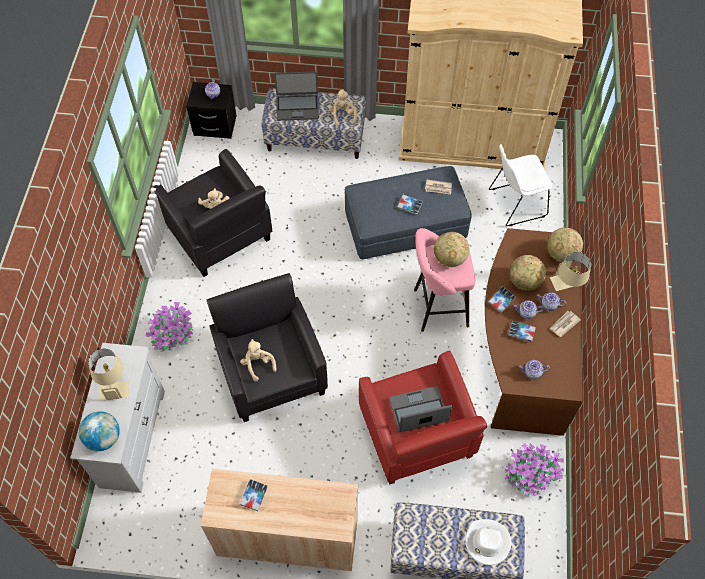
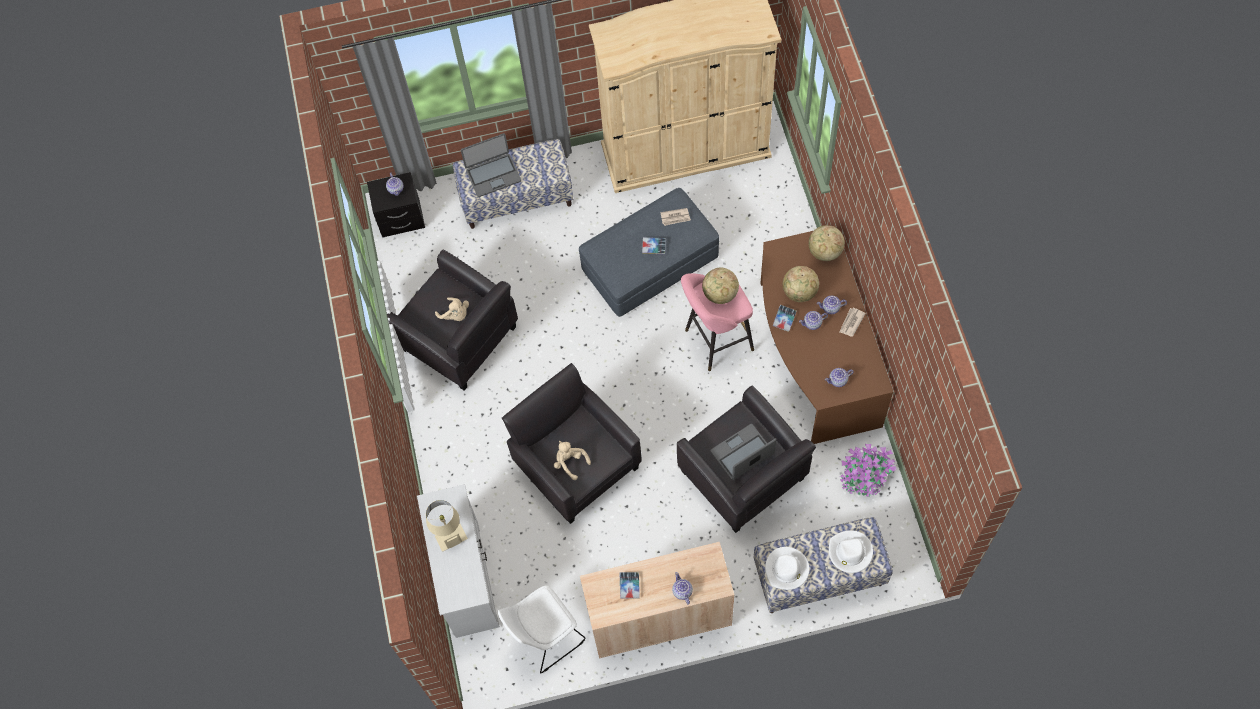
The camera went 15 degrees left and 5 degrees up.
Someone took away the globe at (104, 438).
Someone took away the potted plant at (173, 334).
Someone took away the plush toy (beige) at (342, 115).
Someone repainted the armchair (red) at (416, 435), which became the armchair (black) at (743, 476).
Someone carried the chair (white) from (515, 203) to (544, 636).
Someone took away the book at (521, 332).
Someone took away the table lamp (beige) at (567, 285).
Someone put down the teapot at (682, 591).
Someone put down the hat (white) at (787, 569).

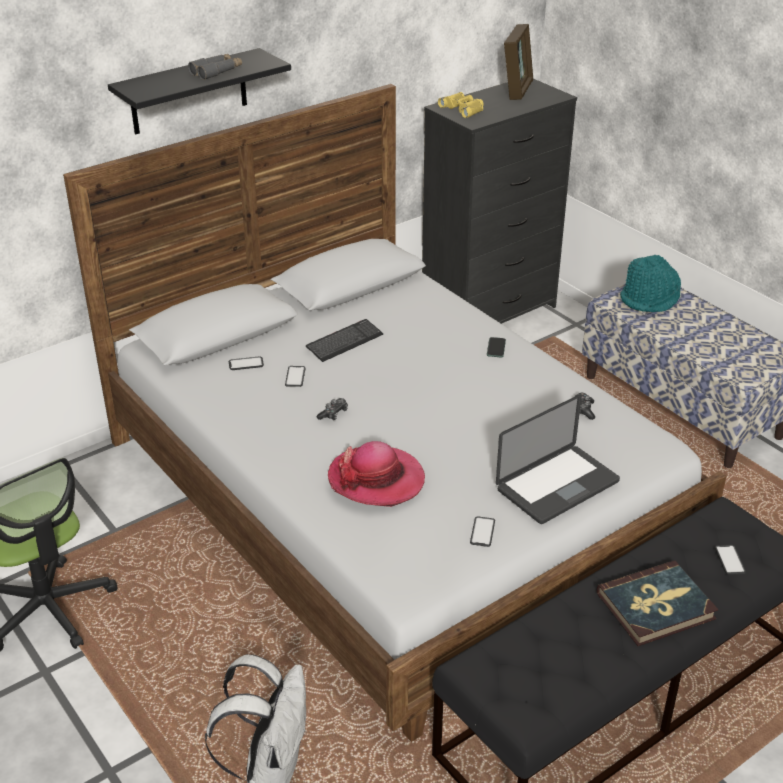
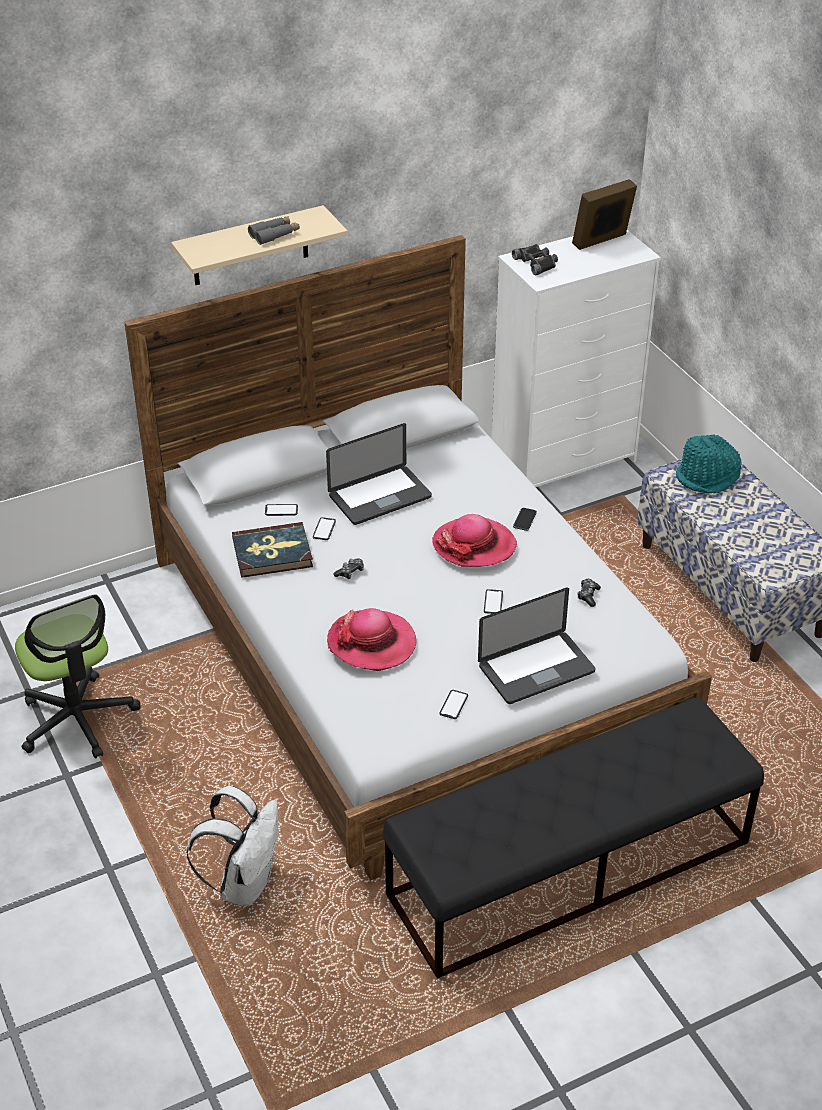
The camera went 10 degrees right and 5 degrees up.
Someone repainted the shelf (black) at (189, 92), which became the shelf (beige) at (250, 246).
Someone swapped the keyboard at (344, 342) for the laptop at (380, 497).
Someone repainted the dresser (black) at (490, 312), which became the dresser (white) at (564, 460).
Someone repainted the binoculars (yellow) at (463, 109), which became the binoculars (black) at (536, 263).
Someone rotated the picture frame at (517, 89) by 150 degrees counterclockwise.
Someone carried the book from (656, 606) to (272, 553).
Someone carried the phone from (729, 560) to (493, 602).
Someone put down the hat at (474, 545).

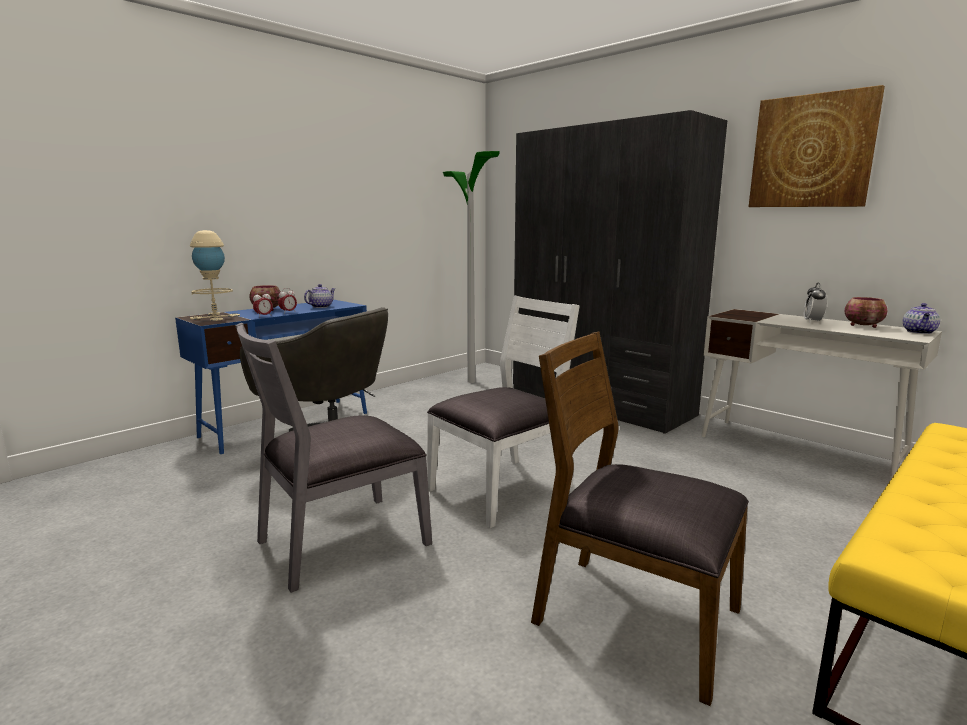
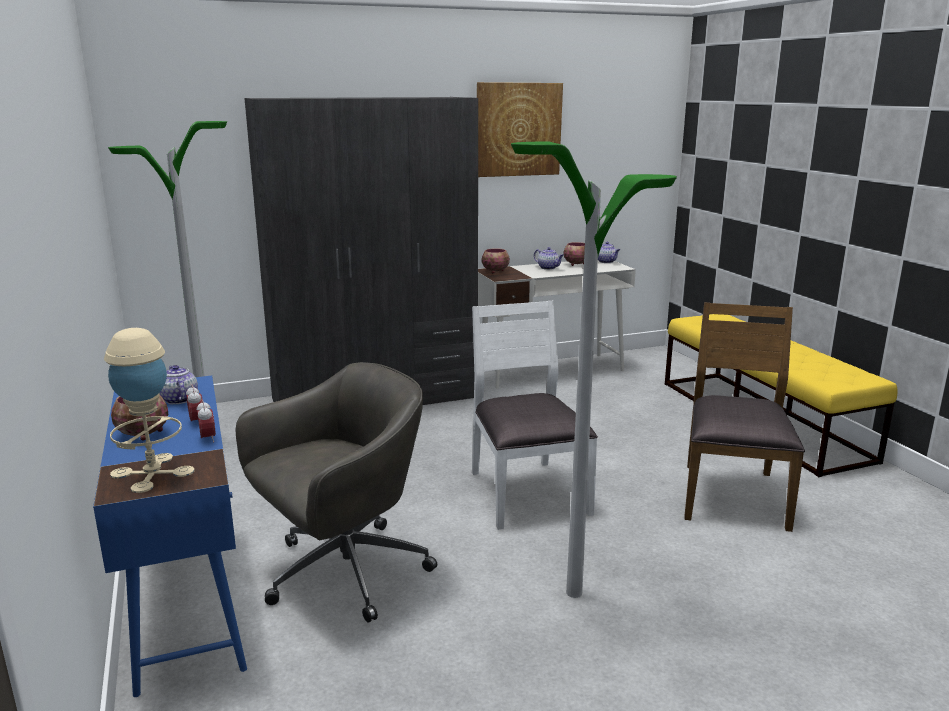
The camera went 65 degrees left and 5 degrees up.
Someone swapped the chair (grey) at (341, 541) for the floor lamp at (574, 593).
Someone rotated the chair (brown) at (634, 617) by 135 degrees clockwise.
Someone swapped the alarm clock at (813, 321) for the teapot at (548, 268).
Someone put down the bowl at (496, 271).

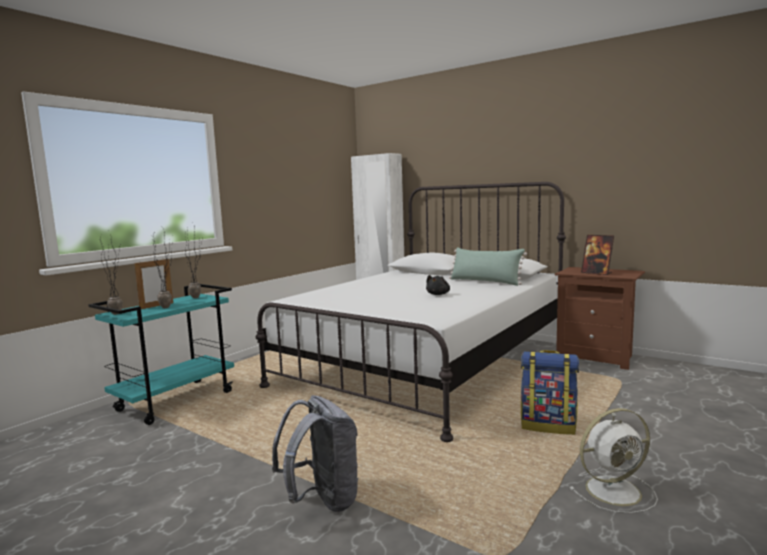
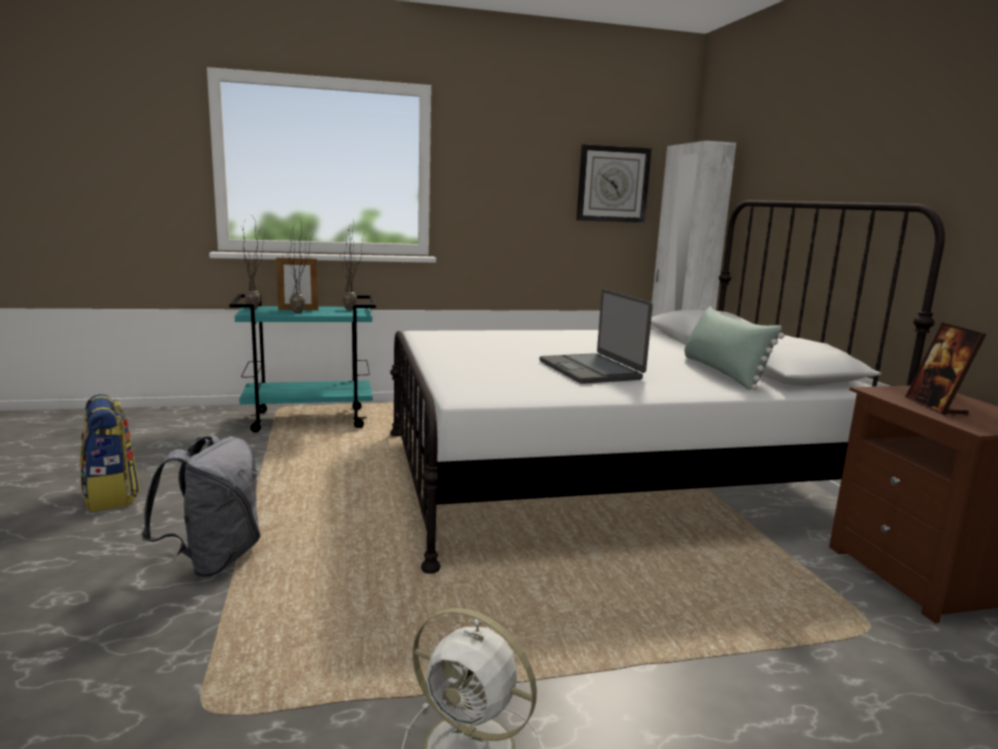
The camera went 40 degrees right and 5 degrees up.
Someone swapped the plush toy (black) at (438, 294) for the laptop at (591, 370).
Someone carried the backpack from (548, 426) to (111, 496).
Someone put up the wall clock at (613, 184).

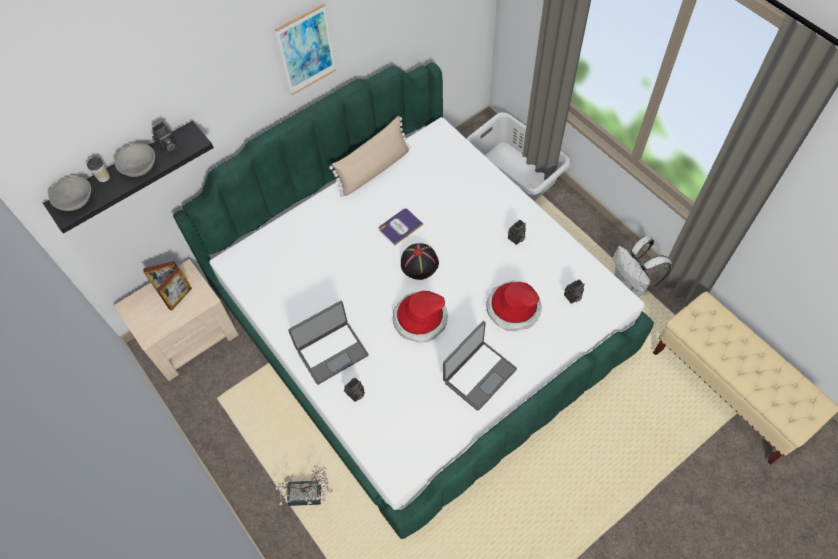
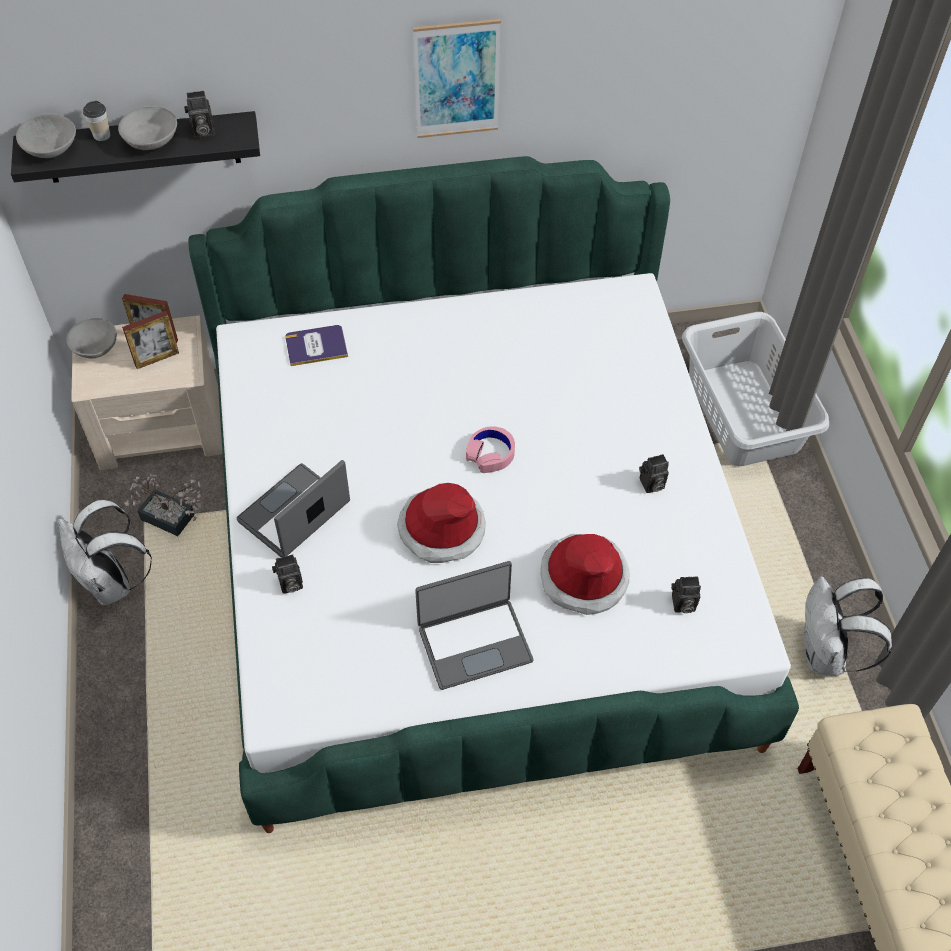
The camera went 25 degrees right and 5 degrees down.
Someone carried the potted plant from (309, 495) to (172, 520).
Someone rotated the laptop at (332, 352) by 135 degrees clockwise.
Someone took away the pillow (beige) at (374, 169).
Someone carried the book from (400, 226) to (316, 346).
Someone swapped the hat (black) at (419, 263) for the headphones (pink) at (490, 454).
Someone put down the backpack (white) at (112, 584).
Someone put down the bowl (grey) at (95, 348).

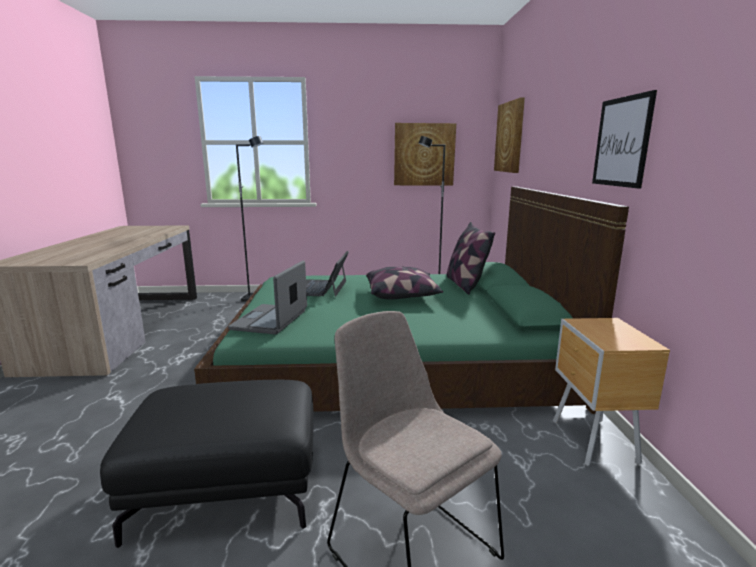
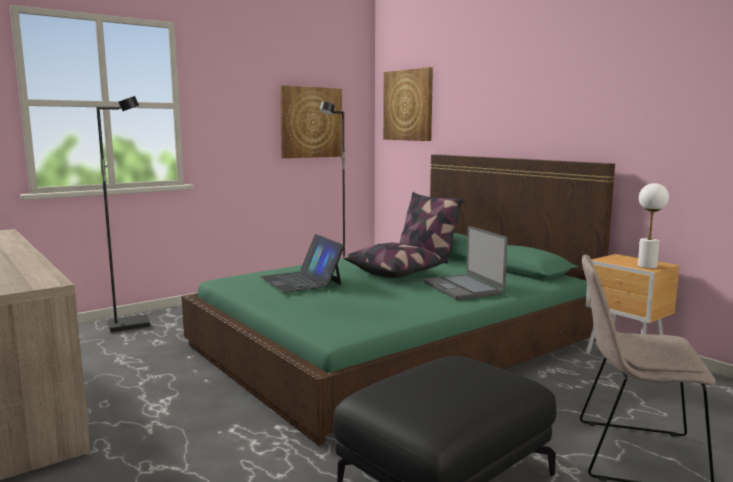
The camera went 35 degrees left and 5 degrees down.
Someone carried the laptop from (271, 320) to (463, 288).
Someone took away the picture at (622, 142).
Someone put down the table lamp (white) at (647, 266).

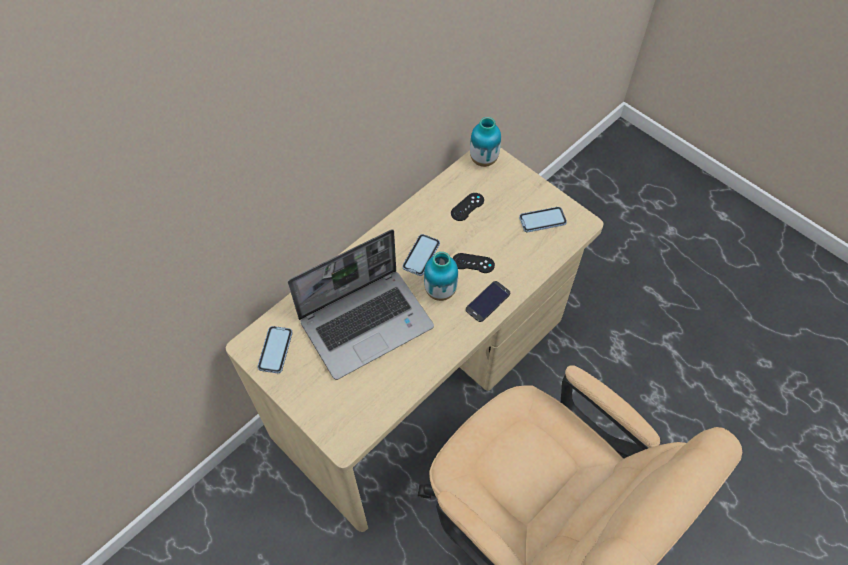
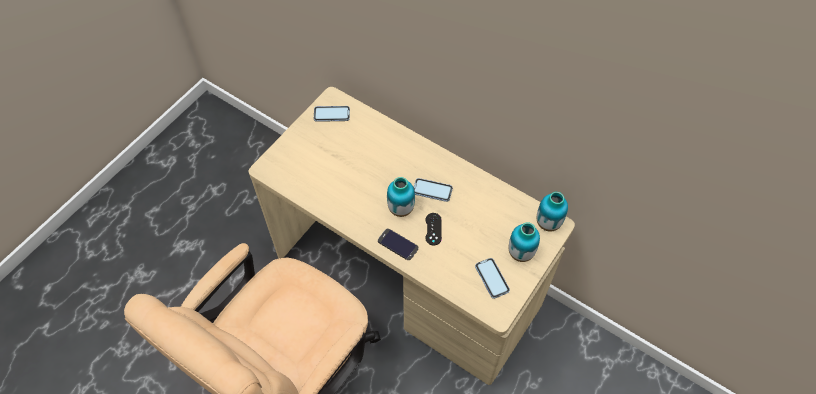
The camera went 80 degrees right and 0 degrees up.
Someone took away the laptop at (367, 322).
Someone took away the game controller (black) at (467, 207).
Someone put down the vase at (520, 253).

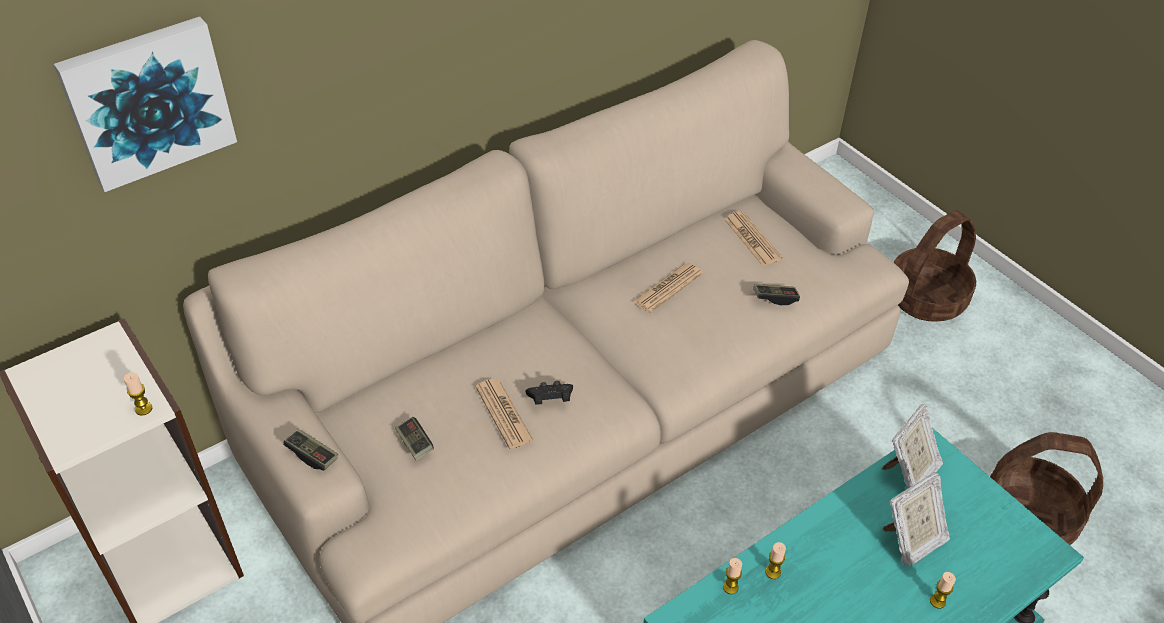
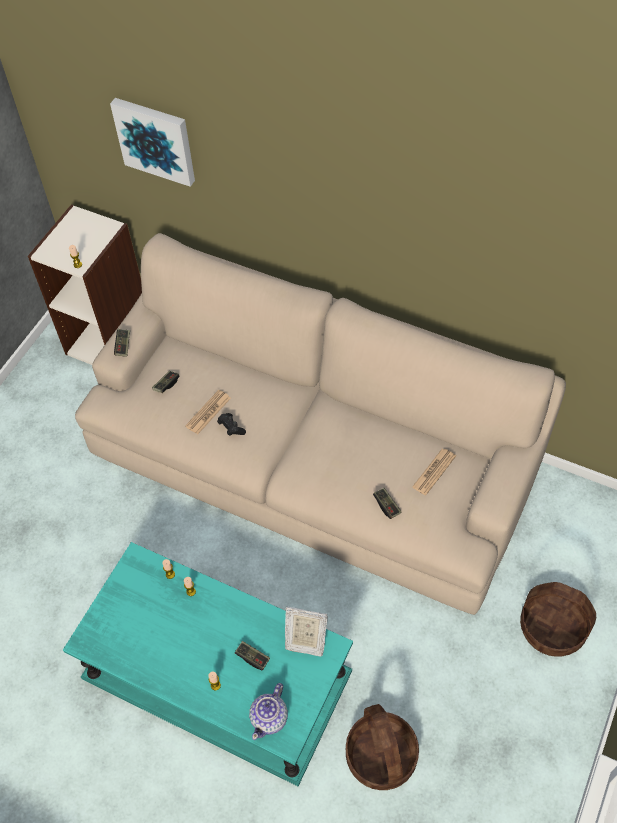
The camera went 65 degrees right and 10 degrees up.
Someone took away the newspaper at (668, 288).
Someone swapped the picture frame at (911, 540) for the game controller at (252, 657).
Someone put down the teapot at (270, 718).

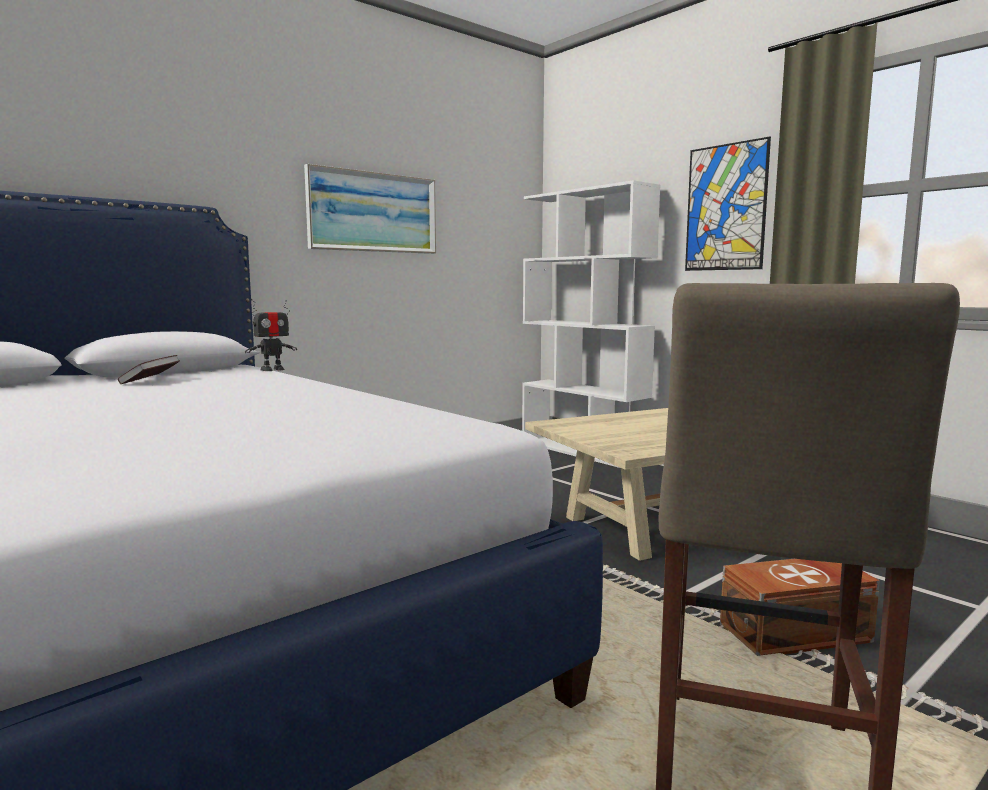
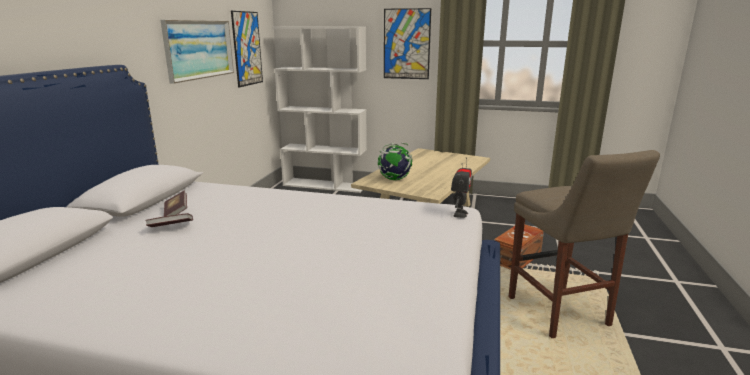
The camera went 35 degrees left and 10 degrees up.
Someone carried the toy robot from (272, 369) to (459, 214).
Someone put down the book at (171, 228).
Someone put up the picture at (247, 48).
Someone put down the globe at (394, 179).

